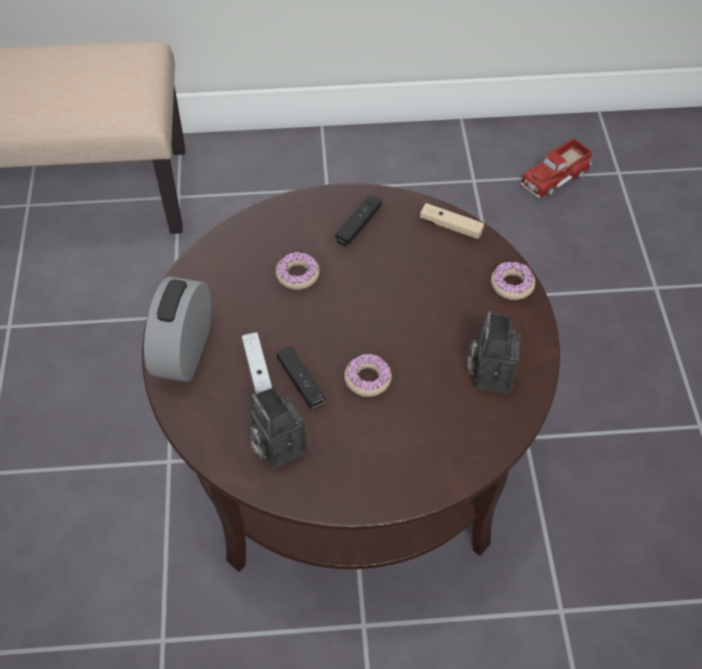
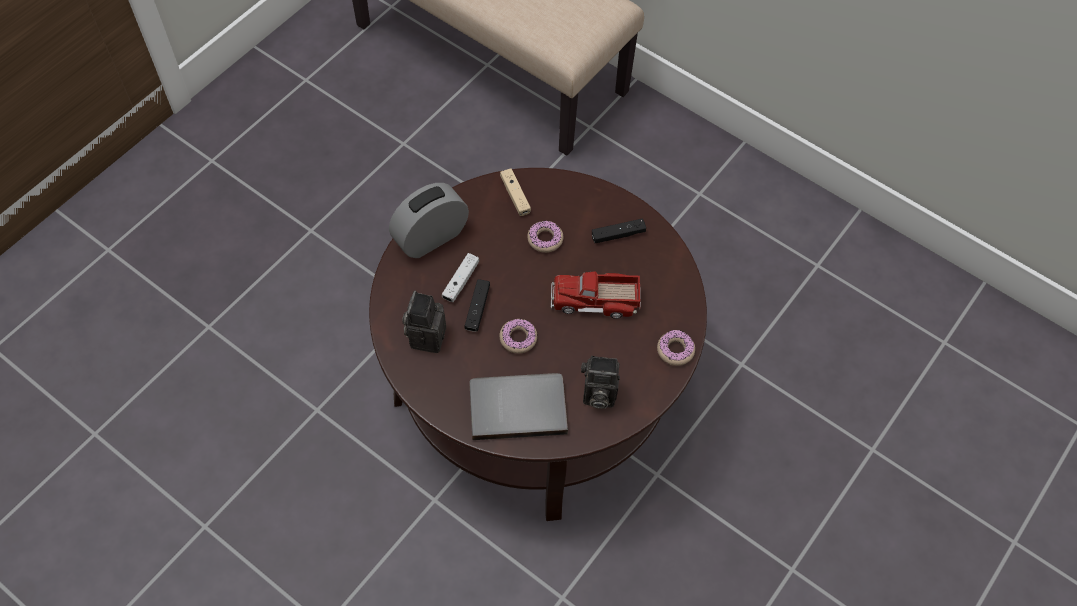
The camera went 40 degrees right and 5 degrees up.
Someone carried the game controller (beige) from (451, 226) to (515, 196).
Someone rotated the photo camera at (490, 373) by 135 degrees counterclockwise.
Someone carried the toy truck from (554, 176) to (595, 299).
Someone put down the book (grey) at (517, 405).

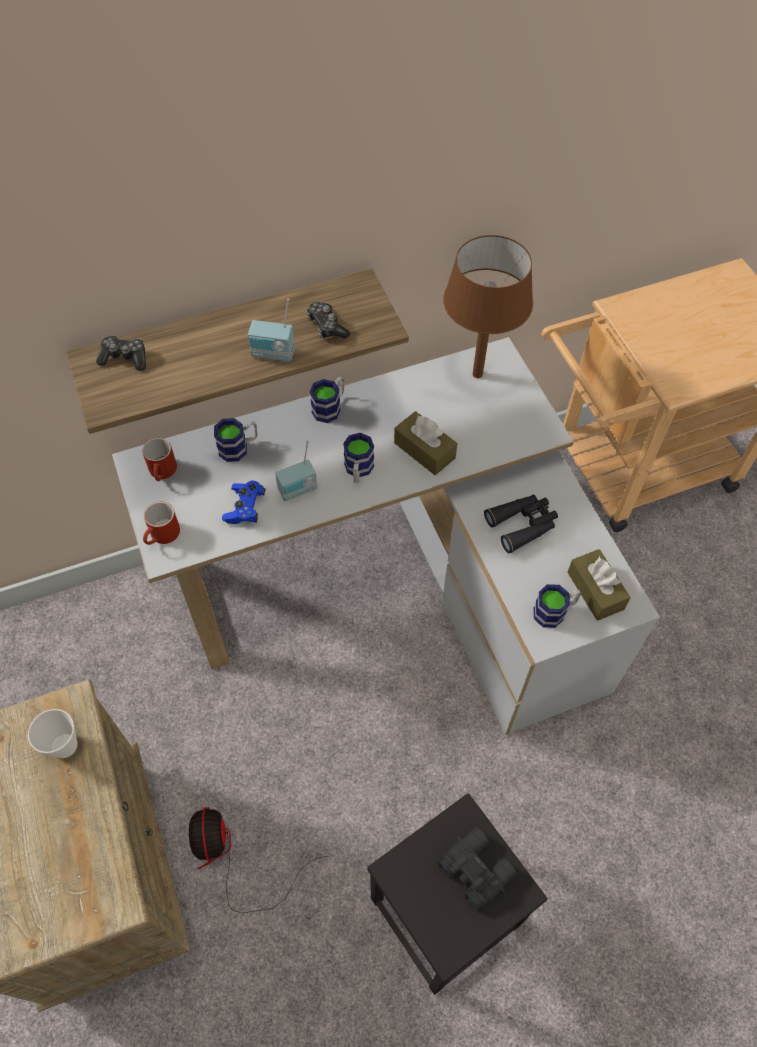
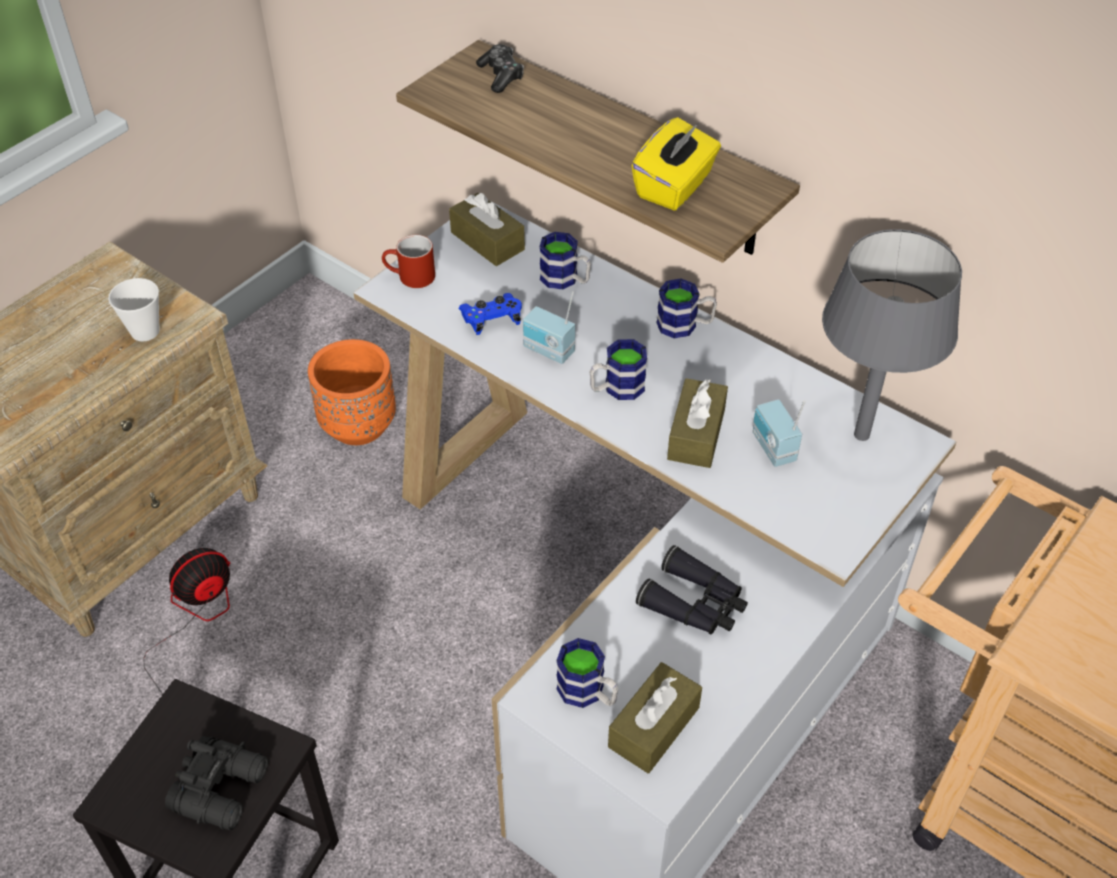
The camera went 60 degrees right and 10 degrees down.
Someone swapped the mug (red) at (163, 472) for the tissue box (brown) at (487, 241).
Someone carried the radio from (273, 354) to (772, 448).
Someone swapped the game controller at (326, 326) for the tissue box (yellow) at (675, 187).
Someone repainted the table lamp (brown) at (477, 374), which became the table lamp (grey) at (861, 434).
Someone put down the planter (orange) at (358, 425).

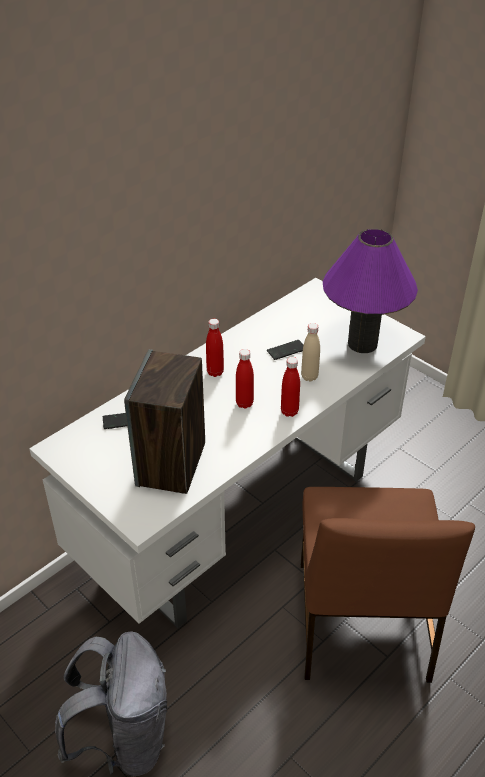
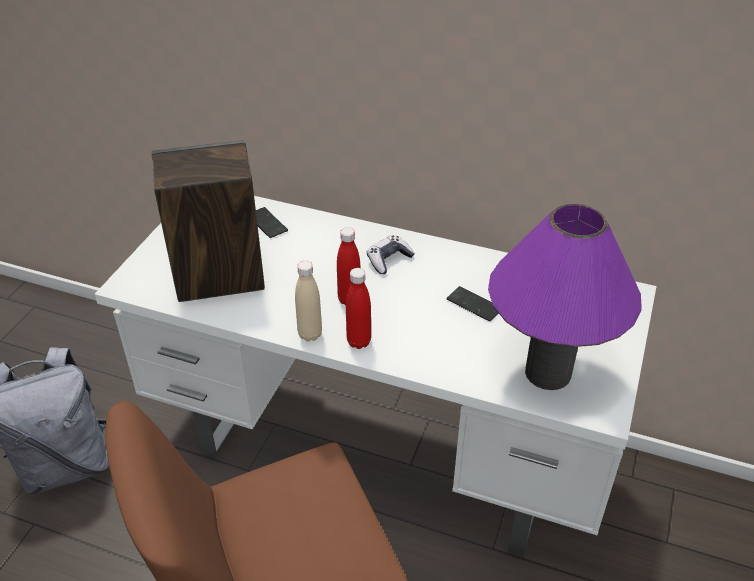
The camera went 65 degrees right and 0 degrees up.
Someone swapped the bottle (red) at (215, 372) for the game controller at (388, 260).
Someone carried the bottle (beige) from (309, 377) to (310, 334).

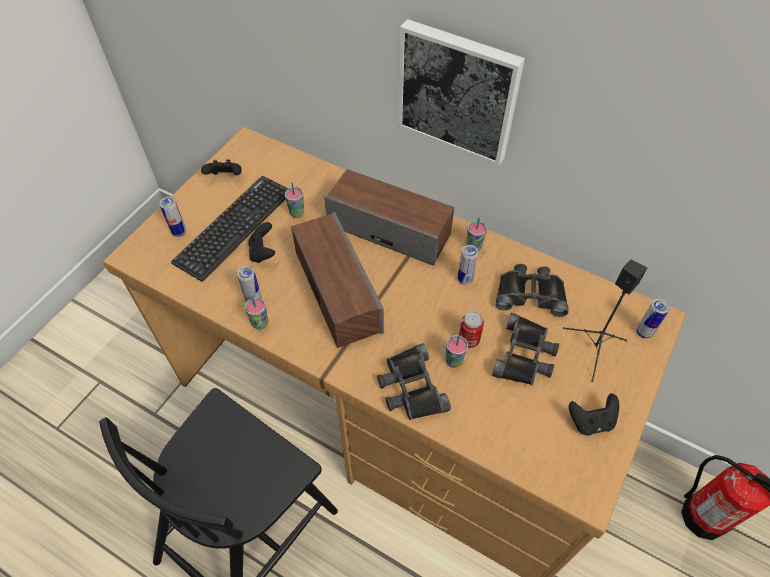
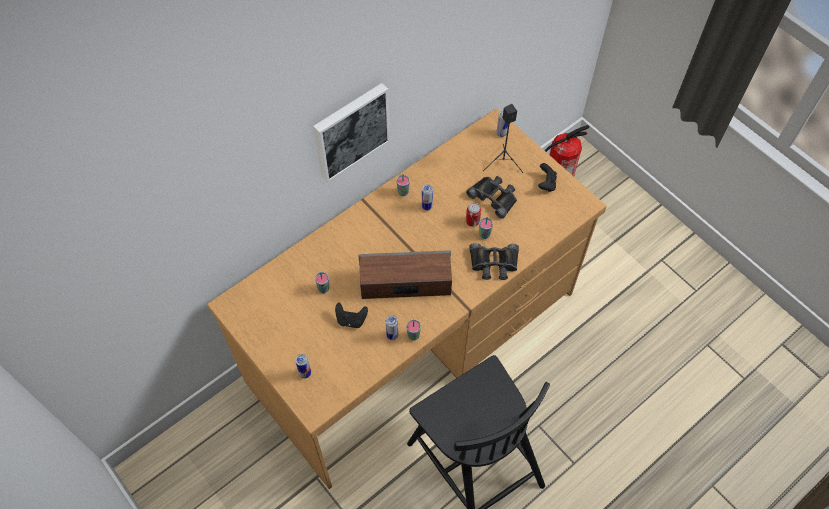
The camera went 70 degrees left and 5 degrees up.
Someone took away the keyboard at (234, 227).
Someone took away the game controller (black) at (225, 177).
Someone took away the speaker at (389, 229).
Someone took away the binoculars (black) at (530, 293).

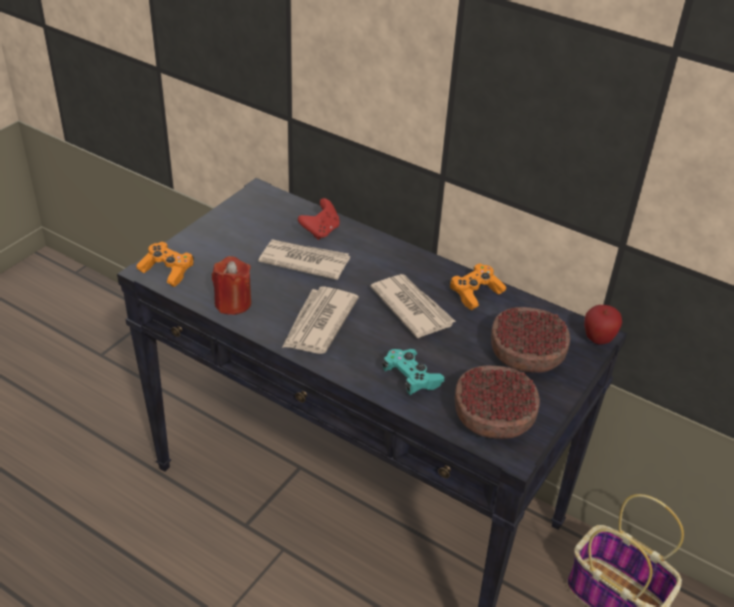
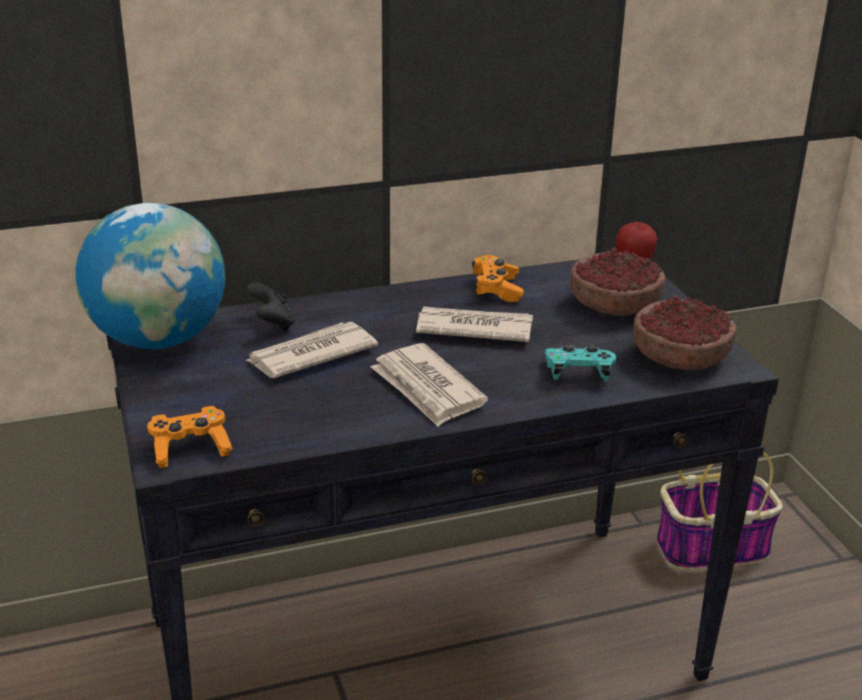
The camera went 50 degrees left and 10 degrees down.
Someone took away the candle (red) at (233, 303).
Someone repainted the game controller (red) at (320, 231), which became the game controller (black) at (273, 324).
Someone put down the globe at (158, 339).

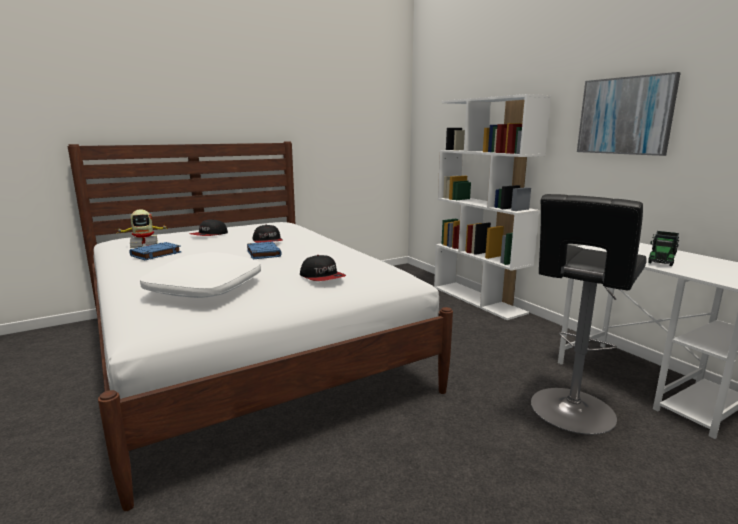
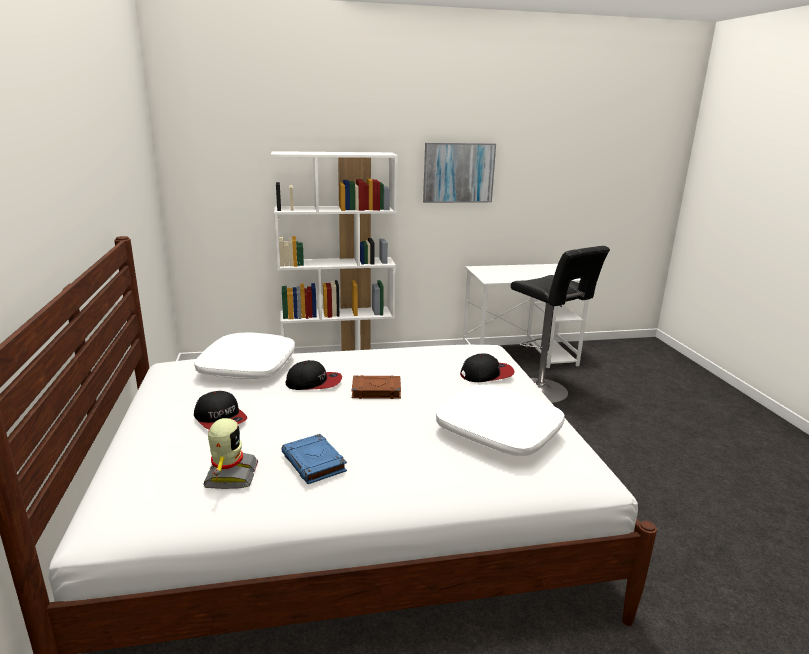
The camera went 70 degrees left and 5 degrees up.
Someone repainted the book (blue) at (263, 253), which became the book (brown) at (375, 391).
Someone took away the toy truck at (662, 259).
Someone put down the pillow (white) at (247, 367).

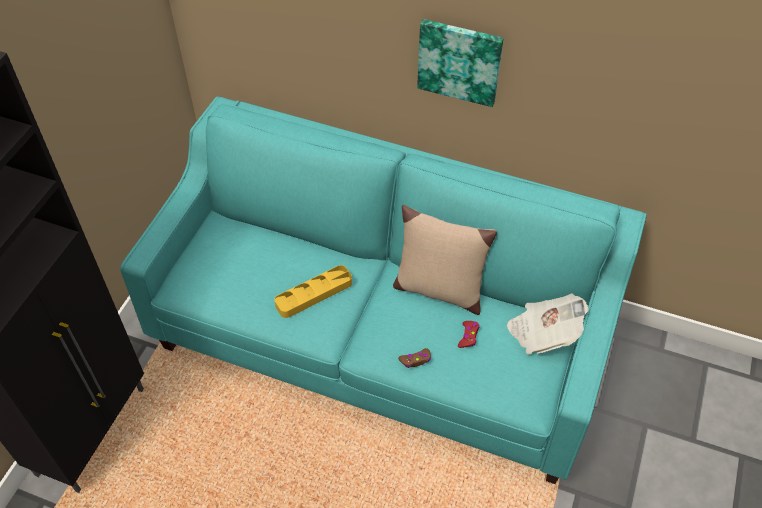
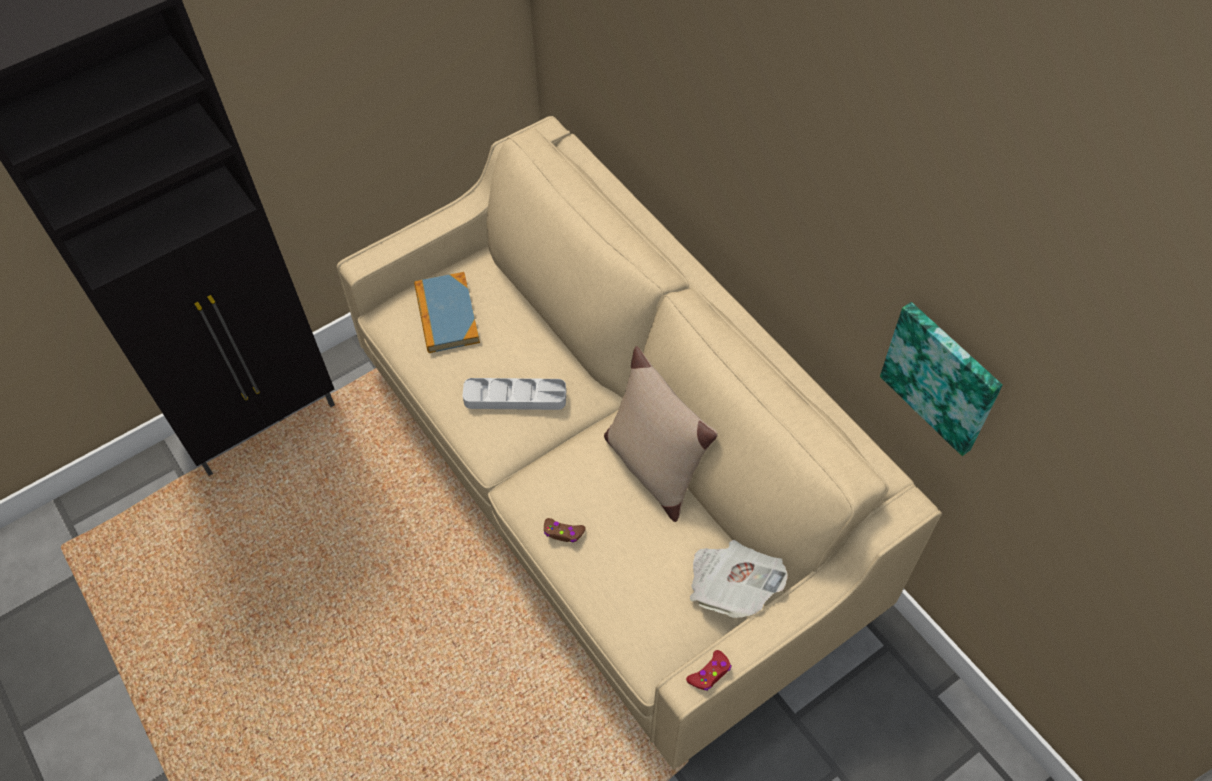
The camera went 35 degrees right and 5 degrees up.
Someone repainted the sofa (turquoise) at (380, 336), which became the sofa (beige) at (609, 485).
Someone repainted the tray (yellow) at (314, 294), which became the tray (grey) at (515, 397).
Someone carried the picture from (459, 61) to (942, 377).
Someone carried the game controller (red) from (468, 336) to (710, 673).
Someone put down the book at (446, 315).

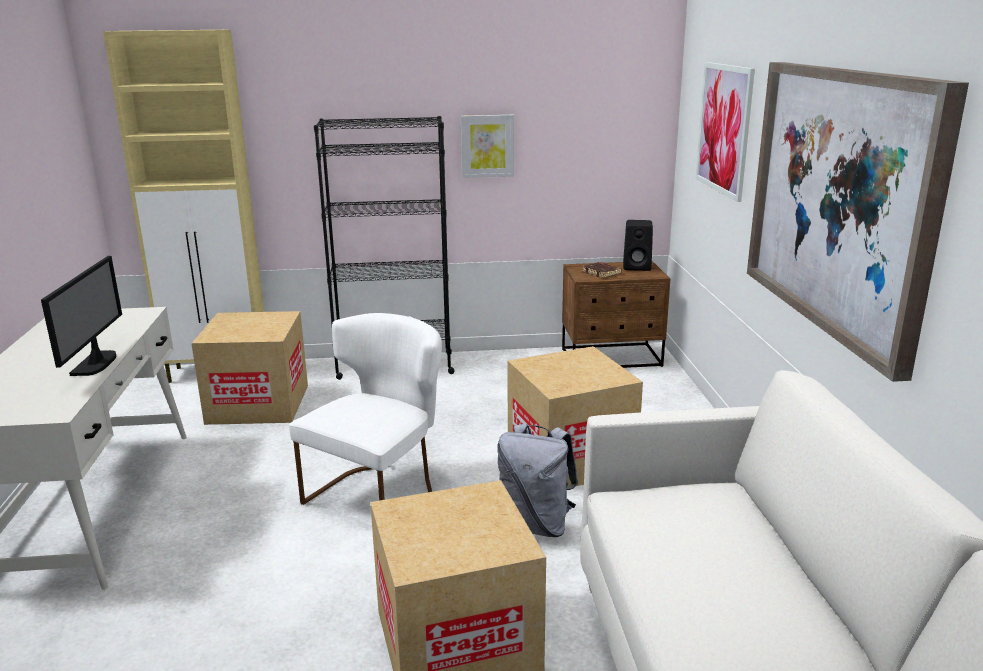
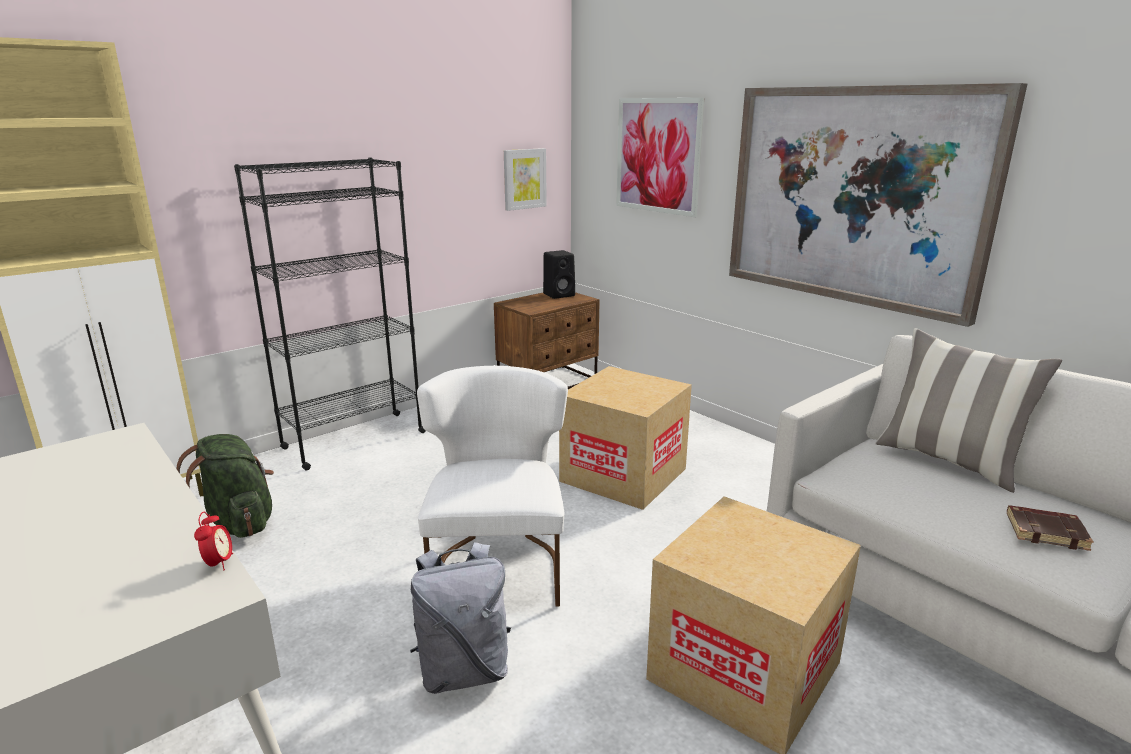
The camera went 35 degrees left and 0 degrees up.
Someone took away the monitor at (96, 364).
Someone swapped the cardboard box at (258, 404) for the backpack (green) at (238, 524).
Someone carried the picture from (487, 146) to (524, 179).
Someone carried the backpack (grey) from (536, 525) to (464, 670).
Someone carried the book (brown) from (602, 273) to (1046, 532).
Someone put down the alarm clock at (219, 563).
Someone put down the pillow at (948, 461).

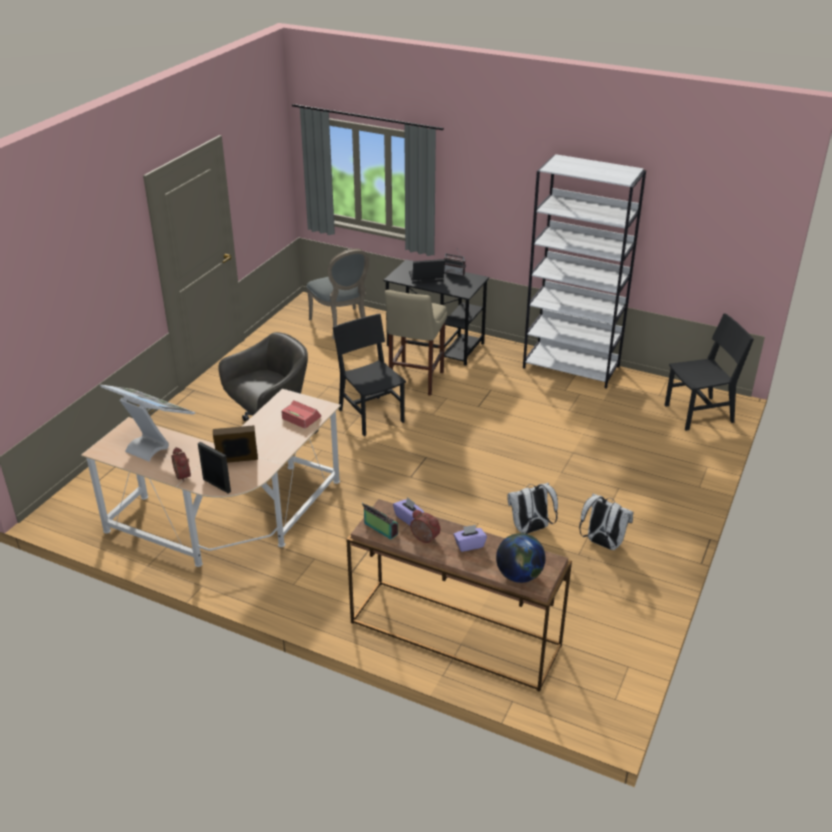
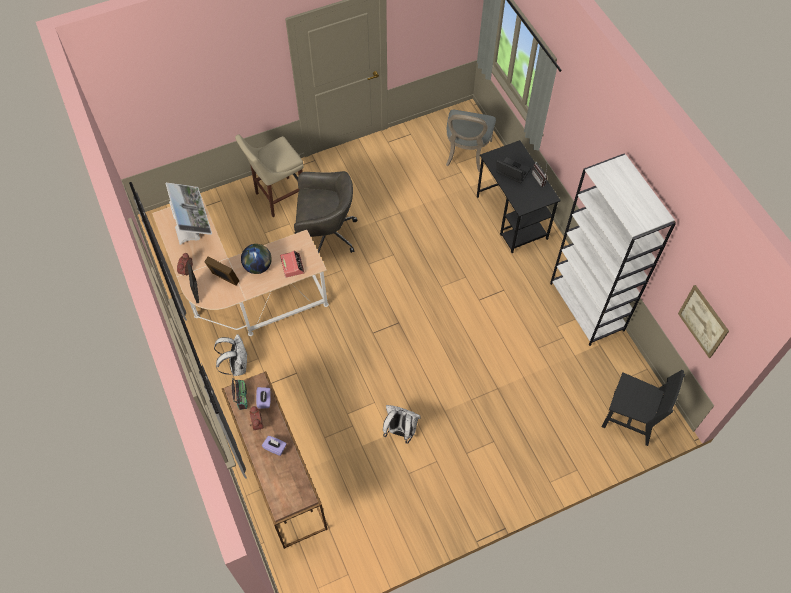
The camera went 40 degrees right and 25 degrees up.
Someone took away the chair (black) at (371, 415).
Someone carried the stool (beige) from (415, 381) to (278, 197).
Someone carried the globe from (519, 575) to (258, 266).
Someone carried the backpack (white) from (602, 543) to (237, 366).
Someone put up the picture at (703, 321).

